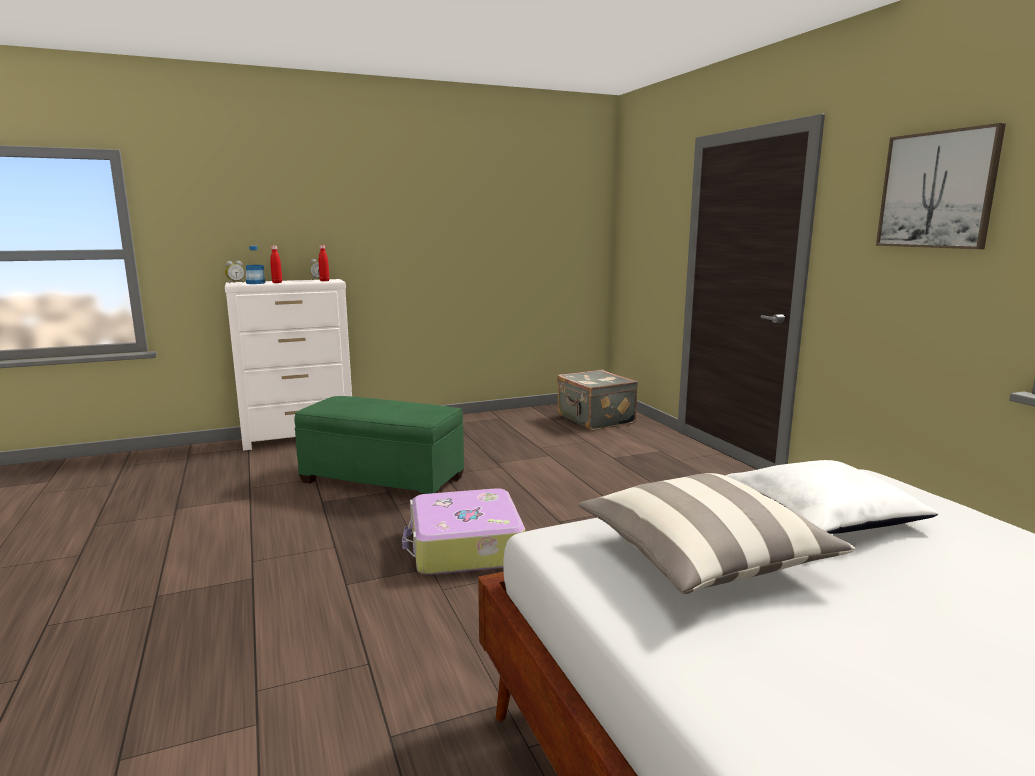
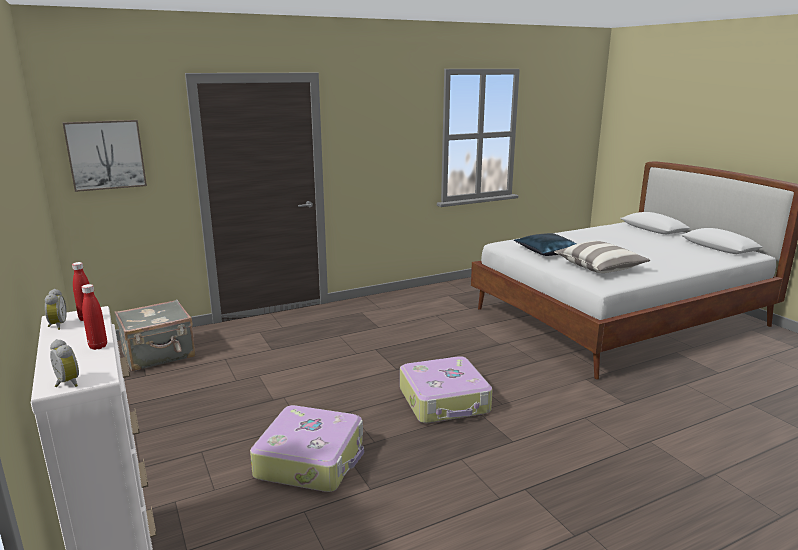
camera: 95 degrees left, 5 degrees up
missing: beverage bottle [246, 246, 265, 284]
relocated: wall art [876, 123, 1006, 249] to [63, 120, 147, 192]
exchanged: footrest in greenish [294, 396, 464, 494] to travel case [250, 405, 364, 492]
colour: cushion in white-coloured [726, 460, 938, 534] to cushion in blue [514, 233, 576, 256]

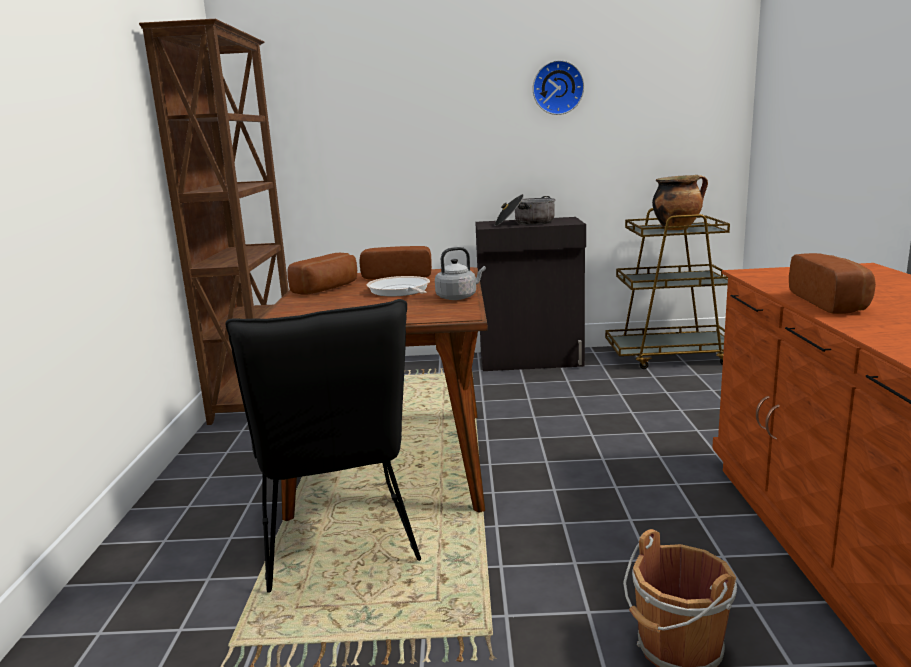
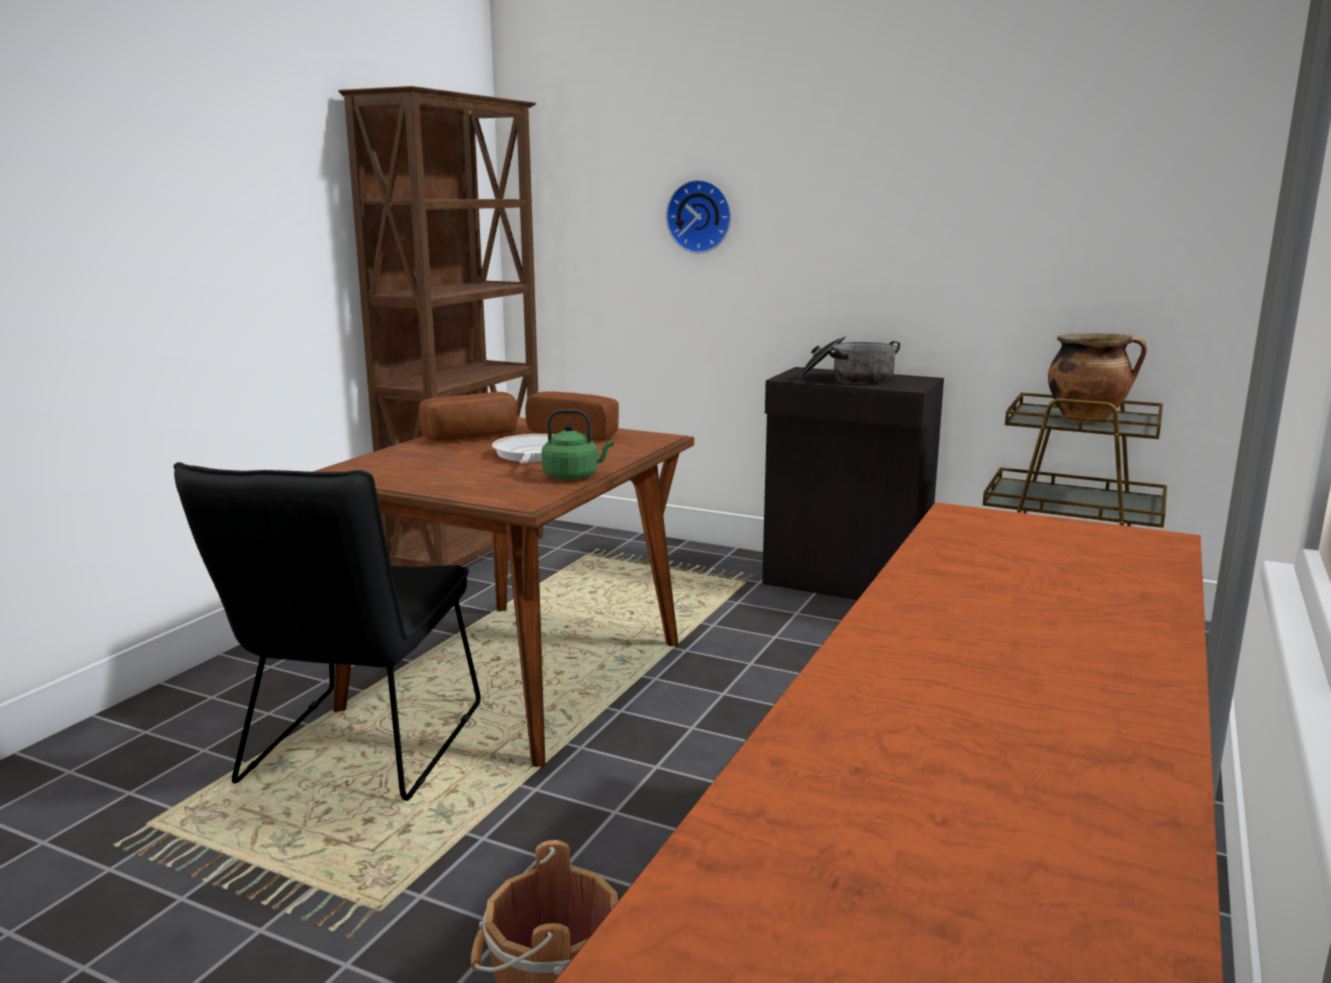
camera: 25 degrees right, 0 degrees up
missing: bakery bread [789, 253, 876, 314]
relocated: hanging clock [533, 60, 584, 115] to [666, 179, 731, 253]
colour: water kettle in gray [435, 247, 486, 300] to water kettle in greenish [542, 409, 614, 480]

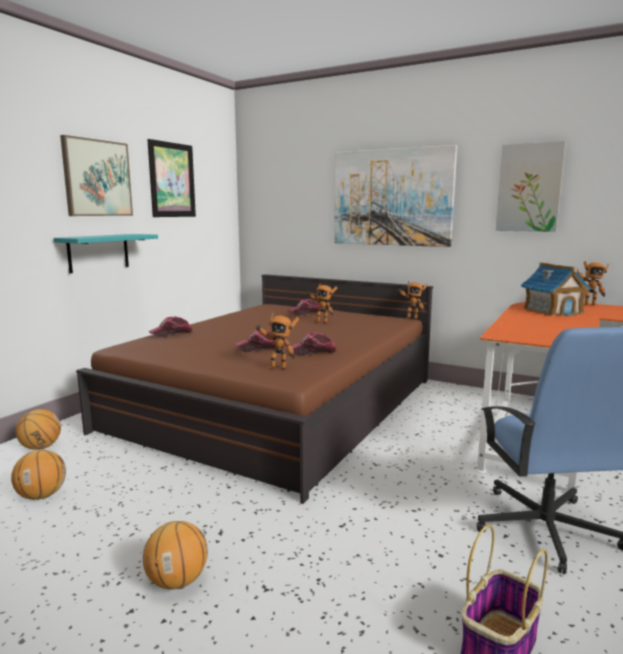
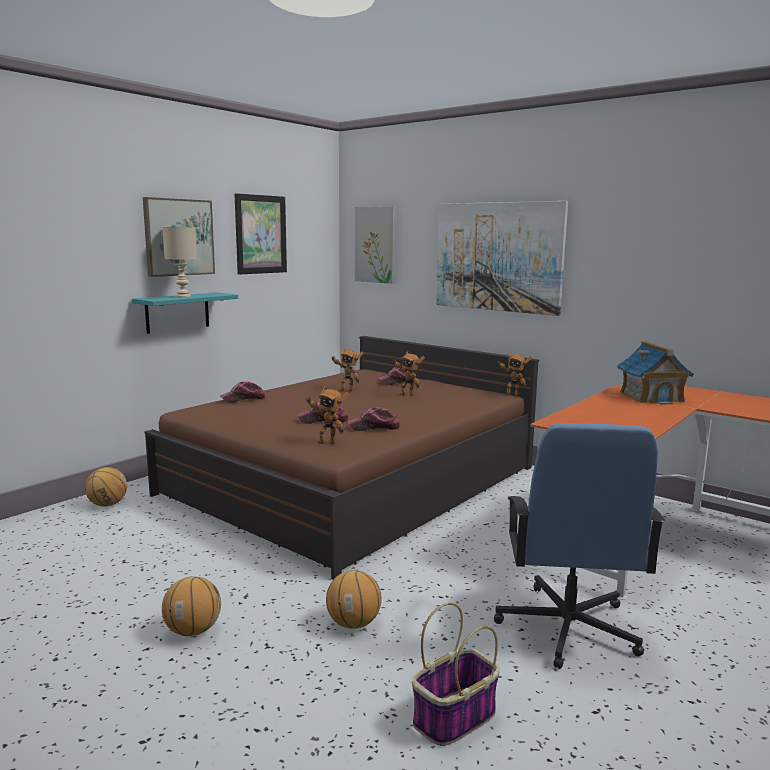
camera: 10 degrees right, 0 degrees up
appeared: lamp for a table in sand-coloured [163, 227, 197, 298]
relocated: basketball ball [11, 450, 66, 500] to [326, 570, 382, 629]; toy robot [577, 261, 609, 306] to [331, 348, 364, 391]; wall art [496, 141, 566, 232] to [355, 206, 396, 284]

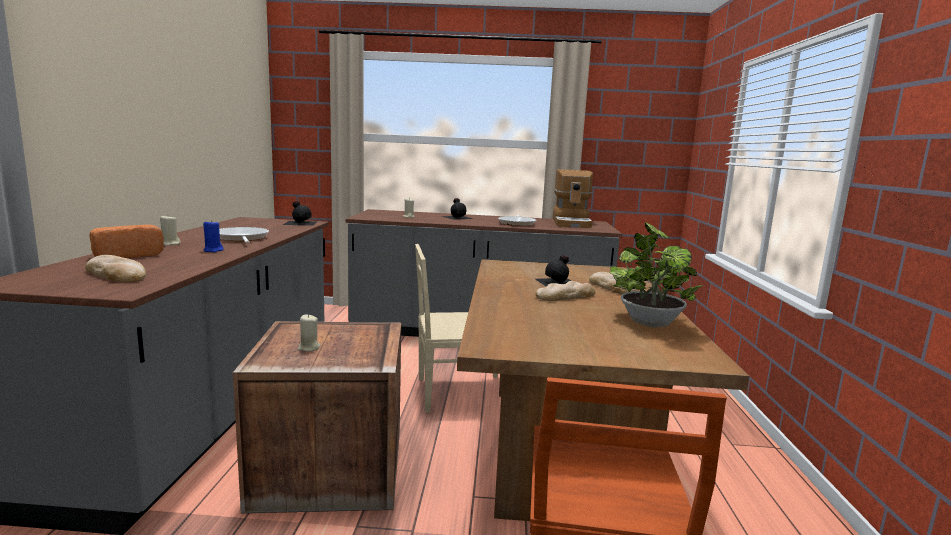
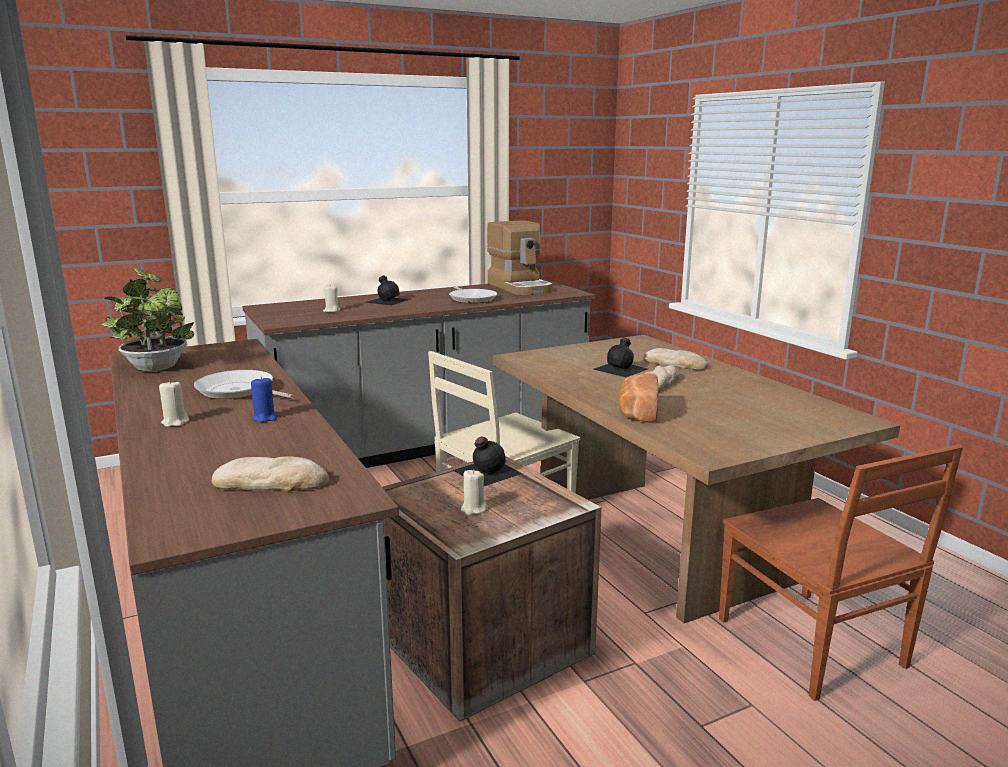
camera: 30 degrees left, 5 degrees up
relocated: houseplant [609, 222, 703, 327] to [101, 267, 194, 372]; beverage bottle in blackish [283, 201, 317, 226] to [453, 437, 522, 486]; bakery bread [89, 225, 164, 258] to [618, 373, 659, 423]

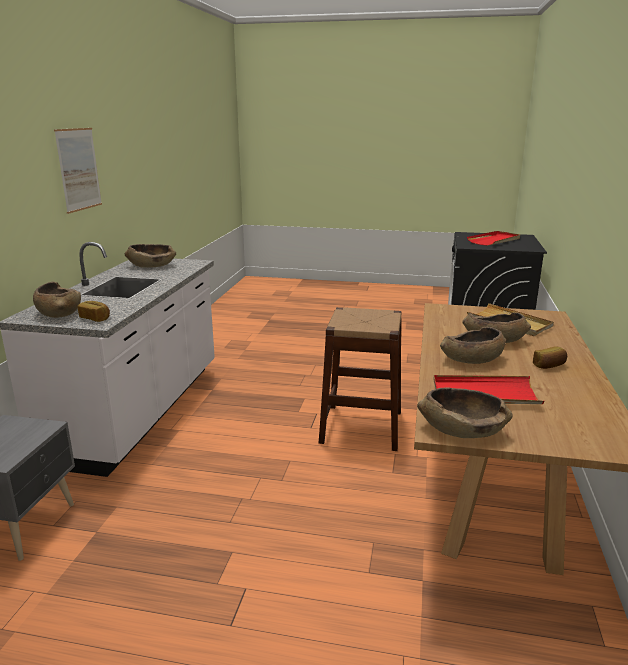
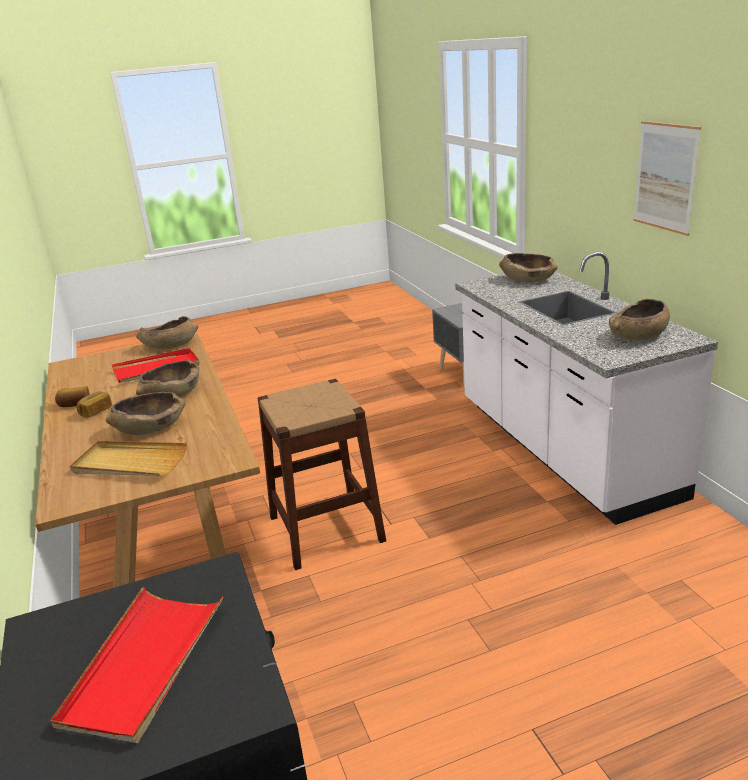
camera: 150 degrees right, 5 degrees up
relocated: bakery bread [77, 301, 110, 322] to [55, 386, 90, 407]

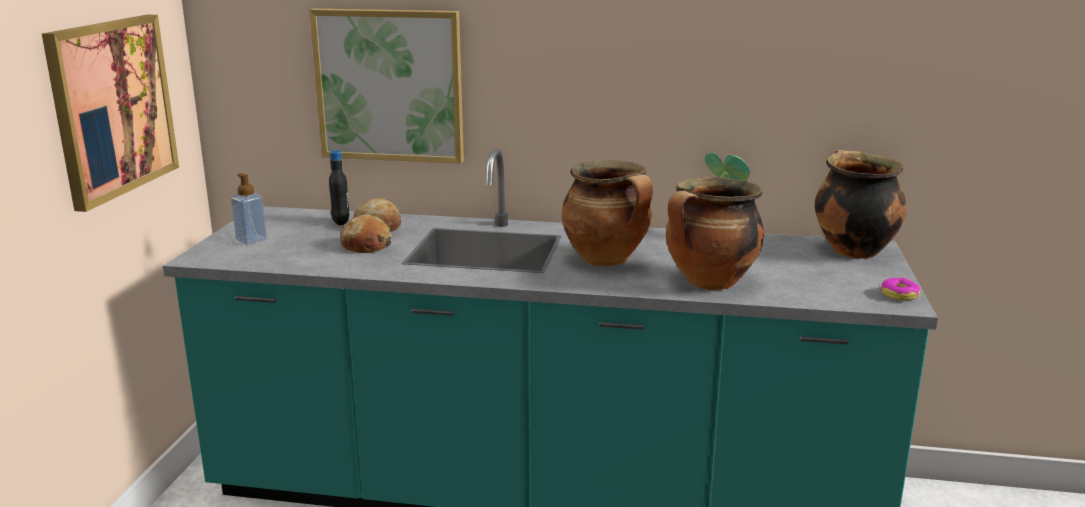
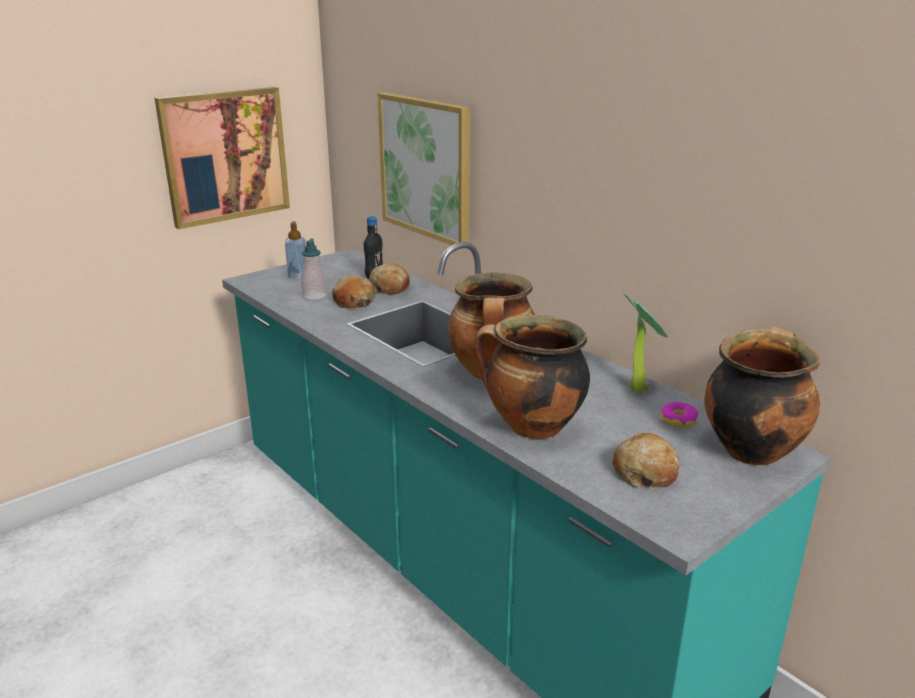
camera: 40 degrees right, 5 degrees up
appeared: liquid soap bottle [301, 238, 327, 300]; bakery bread [613, 433, 679, 487]
relocated: ring doughnut [881, 278, 921, 301] to [660, 402, 698, 428]

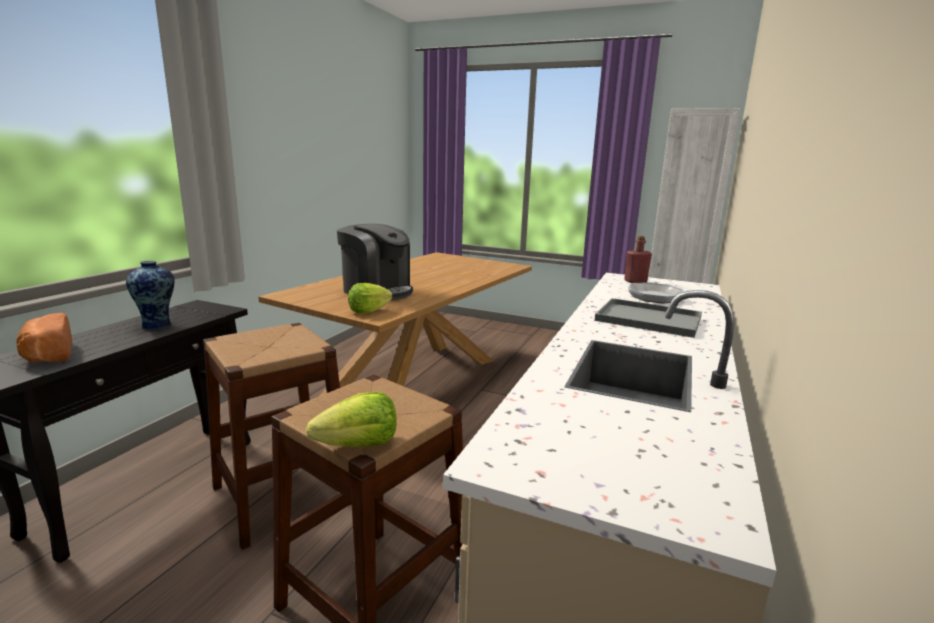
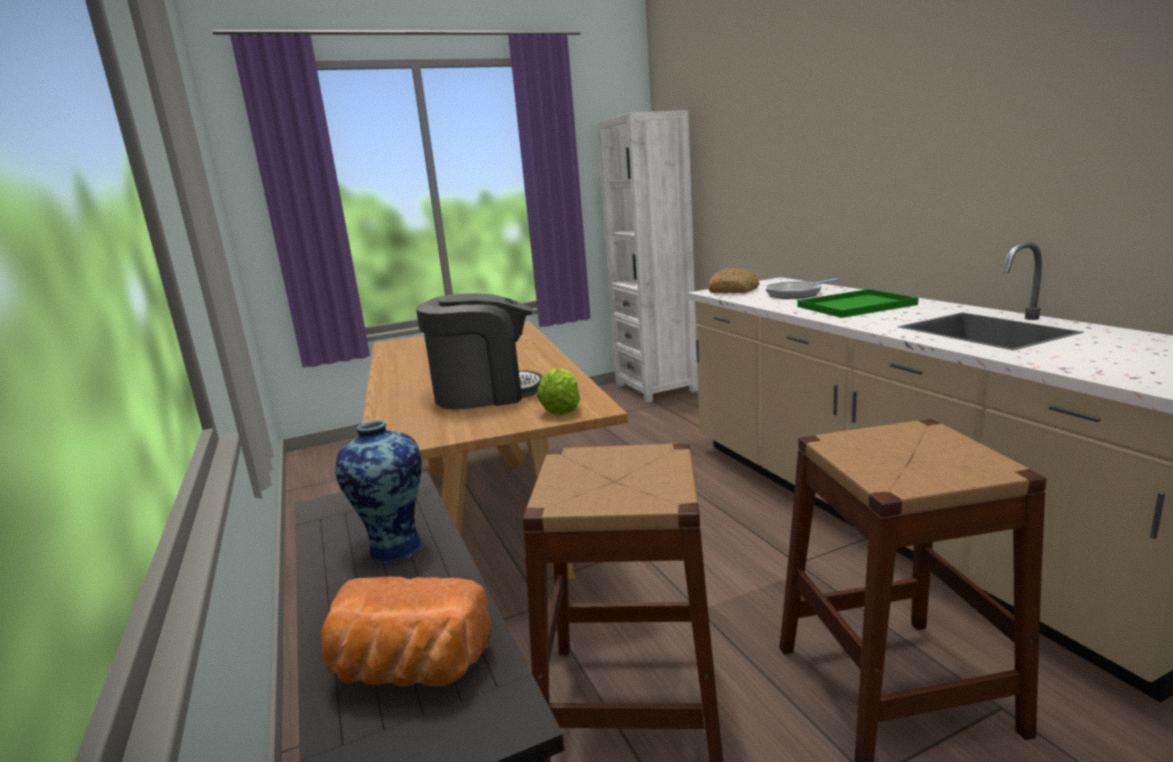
camera: 45 degrees left, 0 degrees up
missing: lettuce [306, 392, 397, 447]
exchanged: beverage bottle in reddish [624, 236, 652, 283] to bakery bread [708, 268, 760, 293]
colour: serving tray in gray [595, 298, 702, 338] to serving tray in greenish [797, 289, 918, 318]

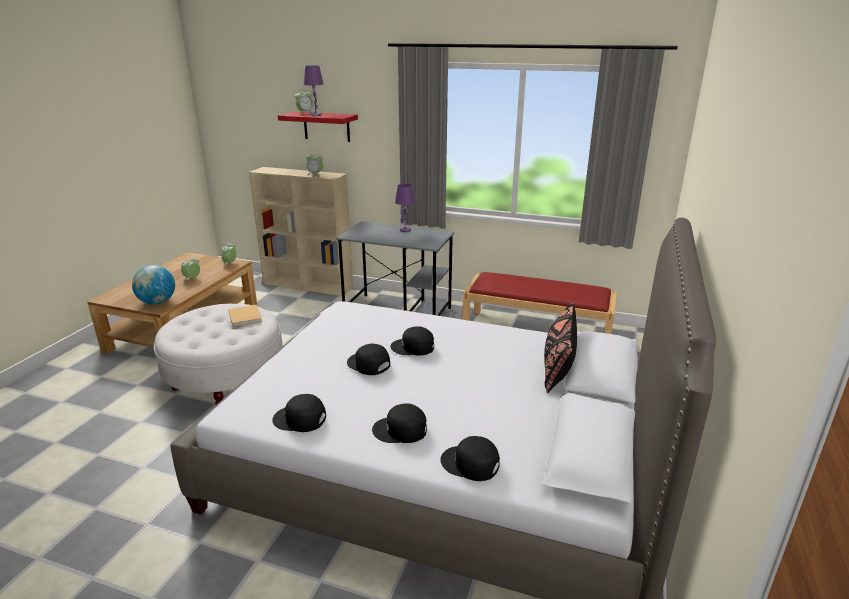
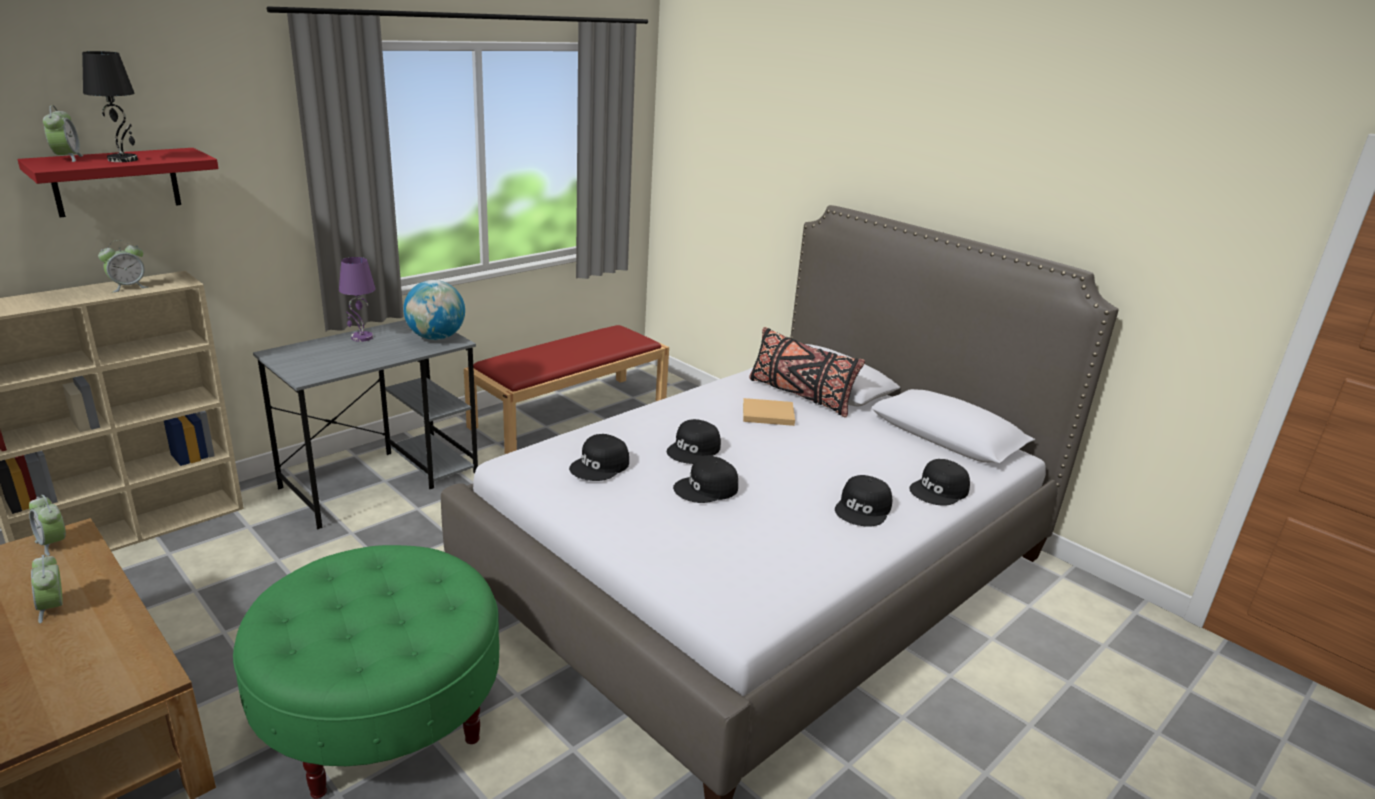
camera: 65 degrees left, 0 degrees up
relocated: globe [132, 265, 175, 305] to [403, 280, 465, 340]; peaked cap in blackish [272, 394, 326, 432] to [569, 434, 629, 481]; bound book in sand-coloured [228, 305, 262, 327] to [743, 398, 795, 426]
colour: lamp for a table in purplish [304, 66, 324, 116] to lamp for a table in blackish [82, 51, 138, 162]; footrest in white-coloured [154, 304, 283, 405] to footrest in greenish [233, 545, 500, 799]

